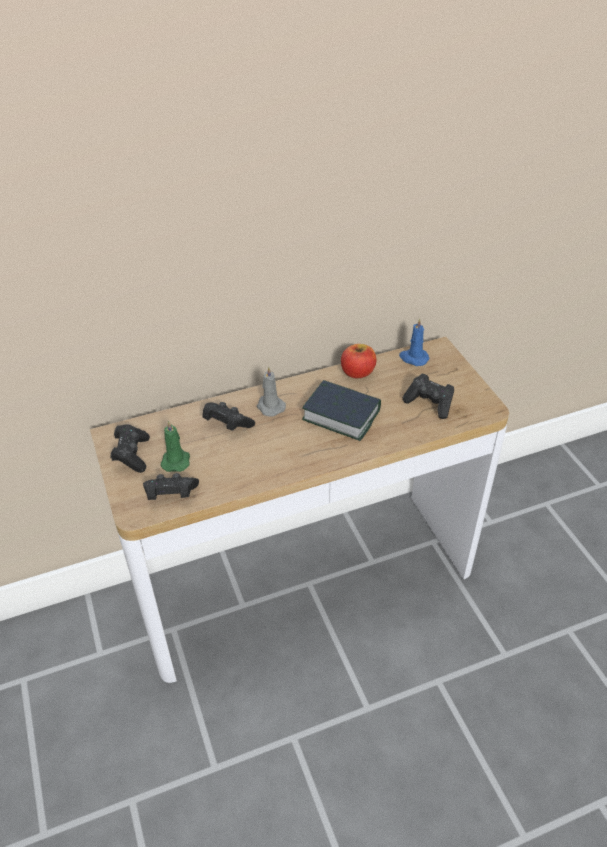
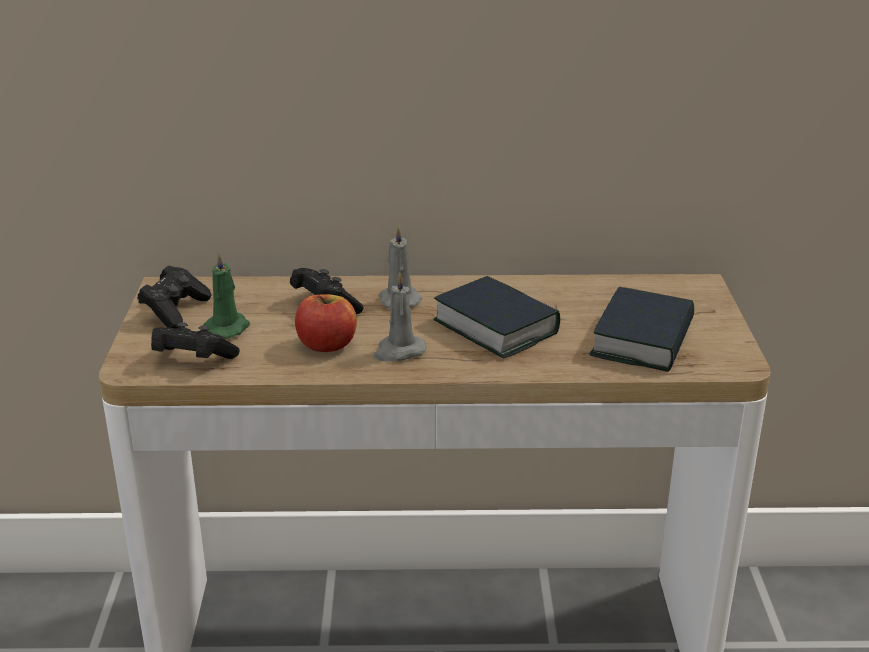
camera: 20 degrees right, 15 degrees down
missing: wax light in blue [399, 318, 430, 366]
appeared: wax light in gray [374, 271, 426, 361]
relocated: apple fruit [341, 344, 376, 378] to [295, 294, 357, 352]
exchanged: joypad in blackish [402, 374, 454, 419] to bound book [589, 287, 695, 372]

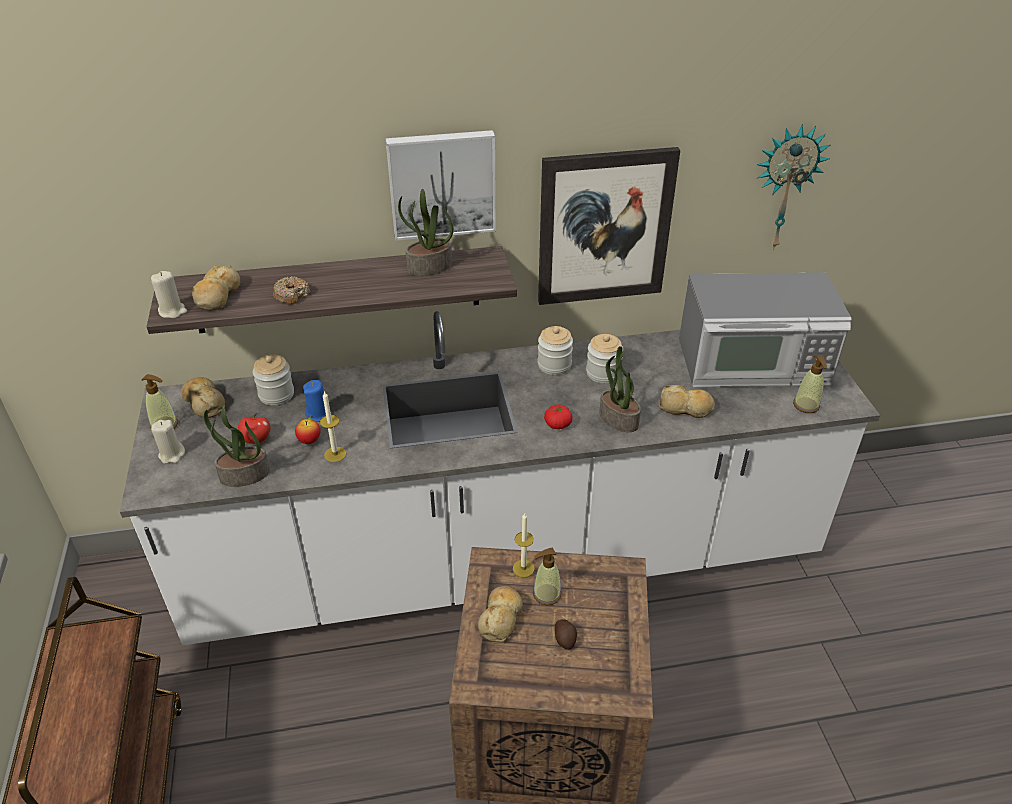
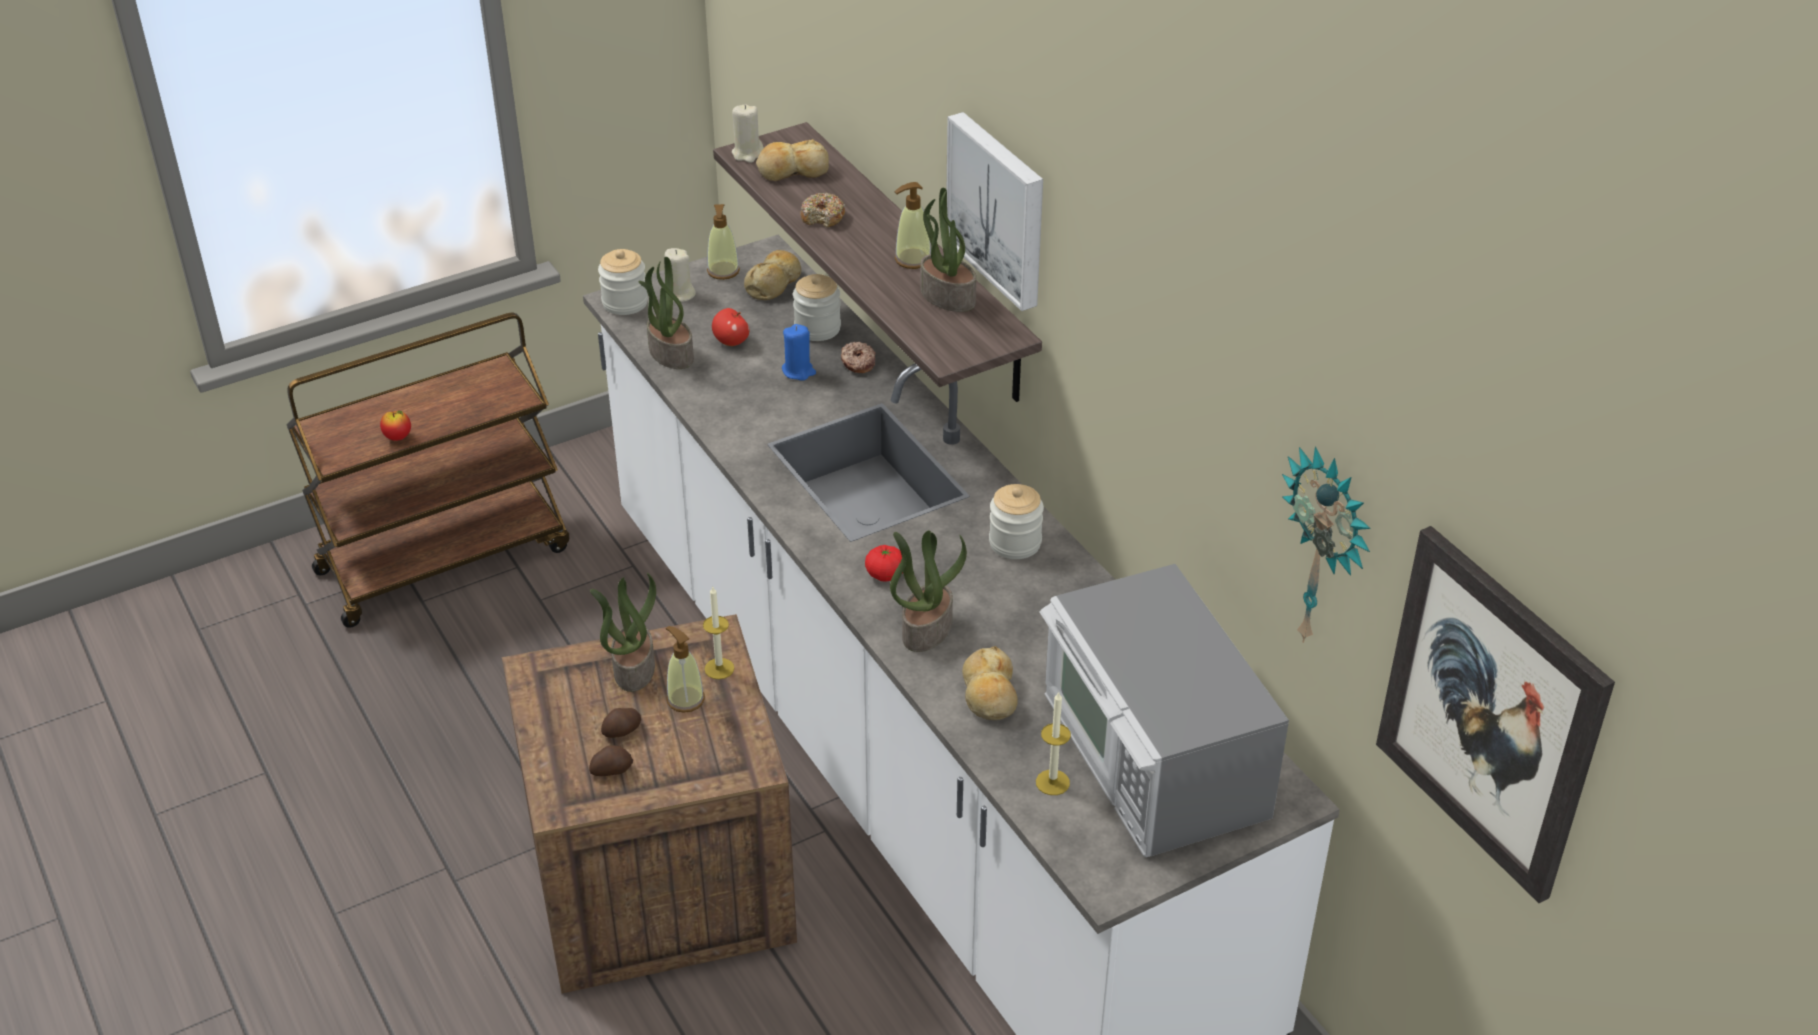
camera: 70 degrees right, 0 degrees up
appeared: whole potato [589, 745, 633, 776]; ring doughnut [841, 342, 876, 373]
relocated: apple fruit [295, 416, 321, 444] to [380, 411, 411, 441]; preserve jar [586, 334, 623, 383] to [598, 249, 648, 315]; liquid soap bottle [793, 355, 827, 413] to [894, 182, 931, 269]; wax light [320, 391, 346, 462] to [1036, 691, 1071, 795]; wall art [538, 147, 680, 305] to [1376, 526, 1615, 903]
exchanged: bakery bread [478, 586, 523, 642] to houseplant [590, 573, 656, 692]

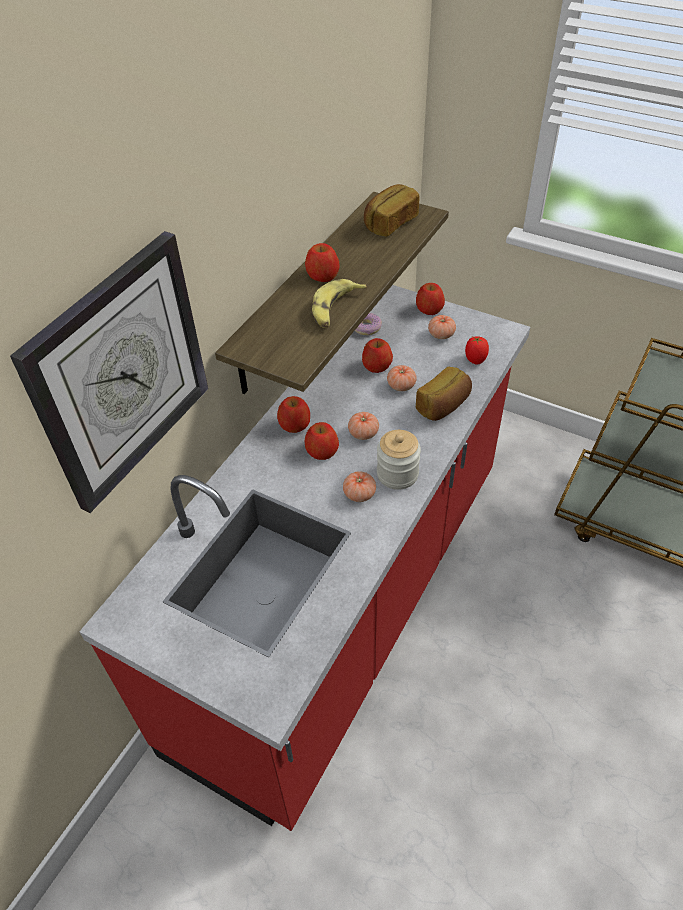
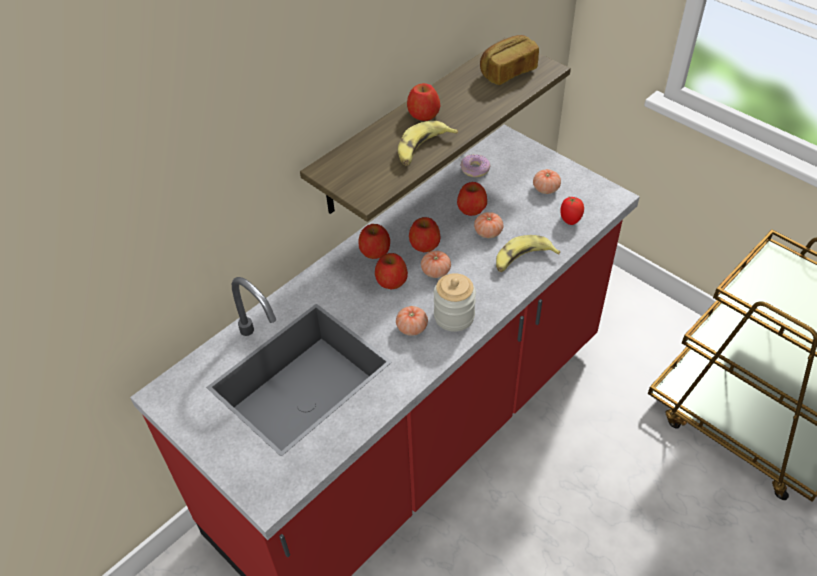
camera: 15 degrees right, 0 degrees up
missing: hanging clock [10, 231, 208, 513]
relocated: apple fruit [416, 283, 445, 315] to [409, 217, 440, 252]
exchanged: bakery bread [416, 367, 472, 421] to banana [496, 235, 560, 272]

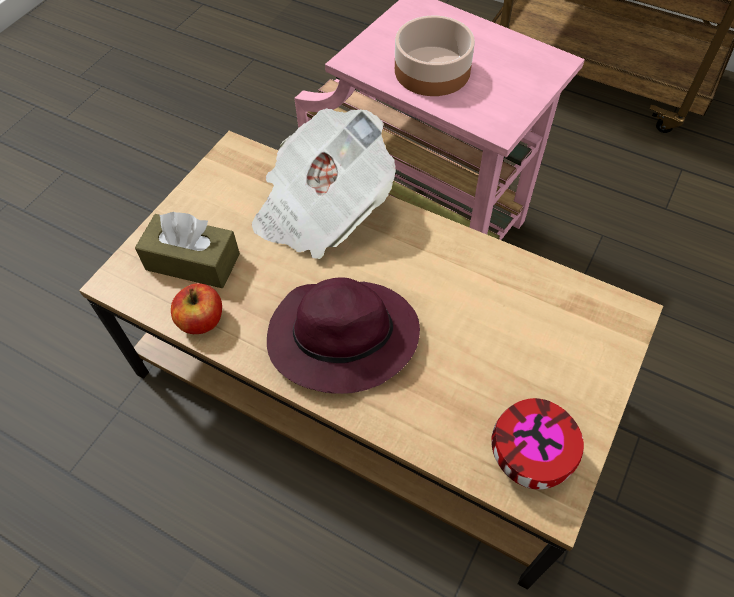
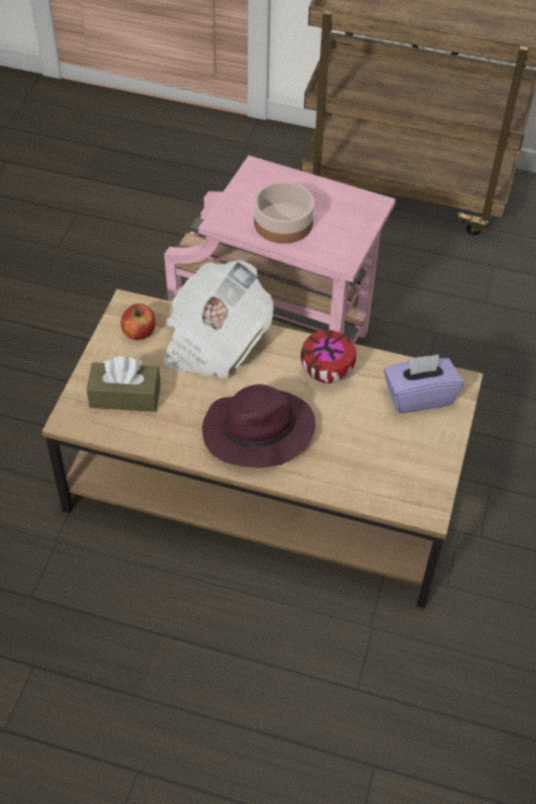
camera: 15 degrees left, 5 degrees down
appeared: box of tissues in purplish [384, 354, 464, 413]
relocated: apple fruit [171, 283, 222, 334] to [121, 304, 155, 340]; bowl [491, 398, 584, 490] to [301, 330, 357, 383]

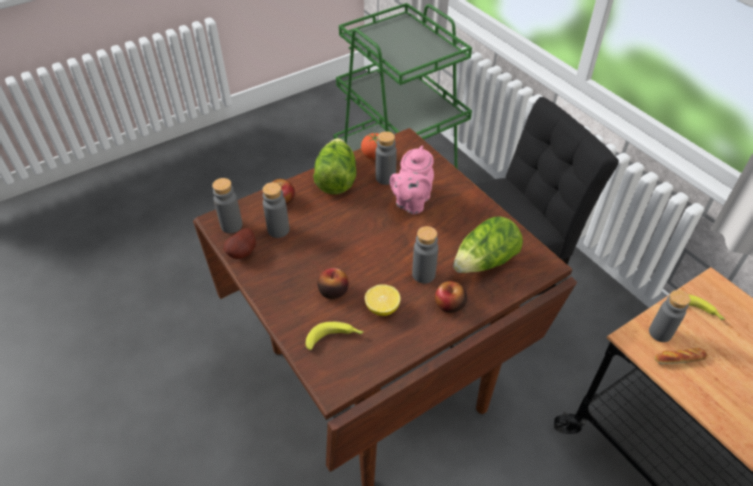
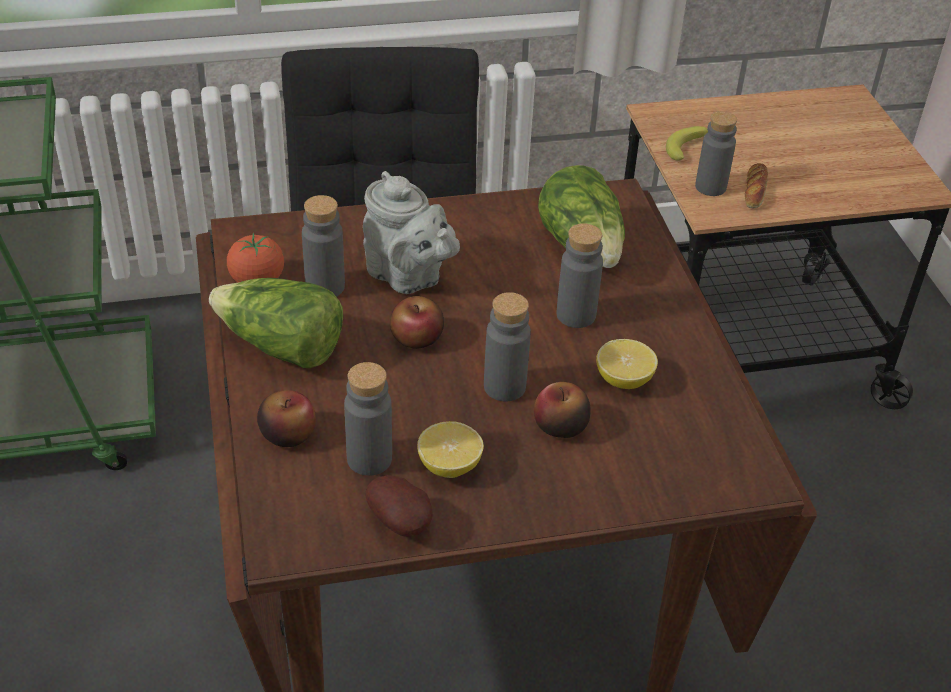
camera: 70 degrees left, 5 degrees down
missing: banana [306, 322, 364, 350]
appeared: citrus fruit [417, 421, 484, 478]
relocated: apple fruit [435, 281, 467, 313] to [390, 296, 444, 349]; beverage bottle in gray [212, 178, 242, 233] to [484, 292, 531, 401]
colour: tea pot in pink-coloured [390, 146, 434, 214] to tea pot in gray [363, 171, 460, 294]

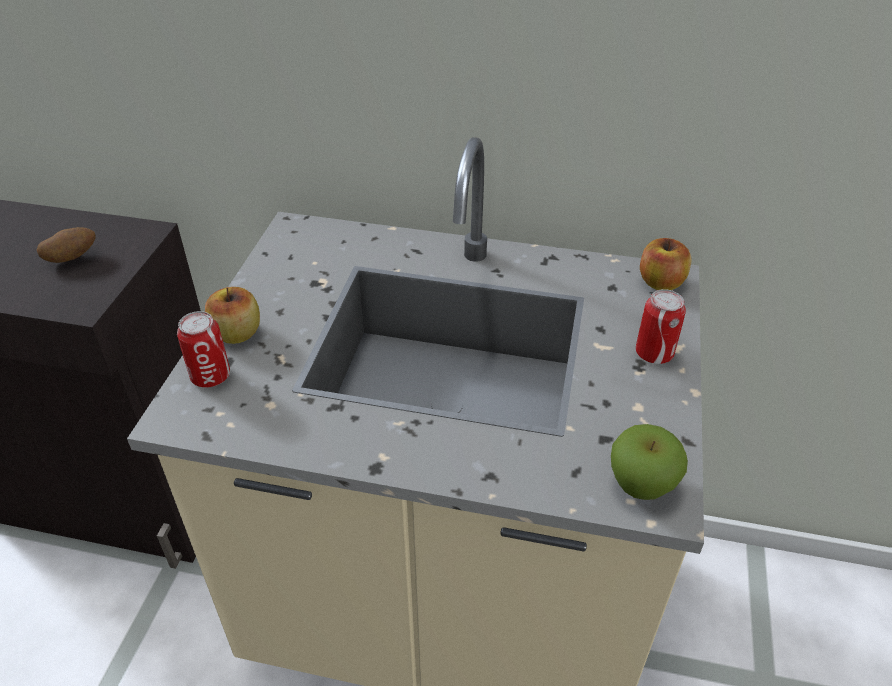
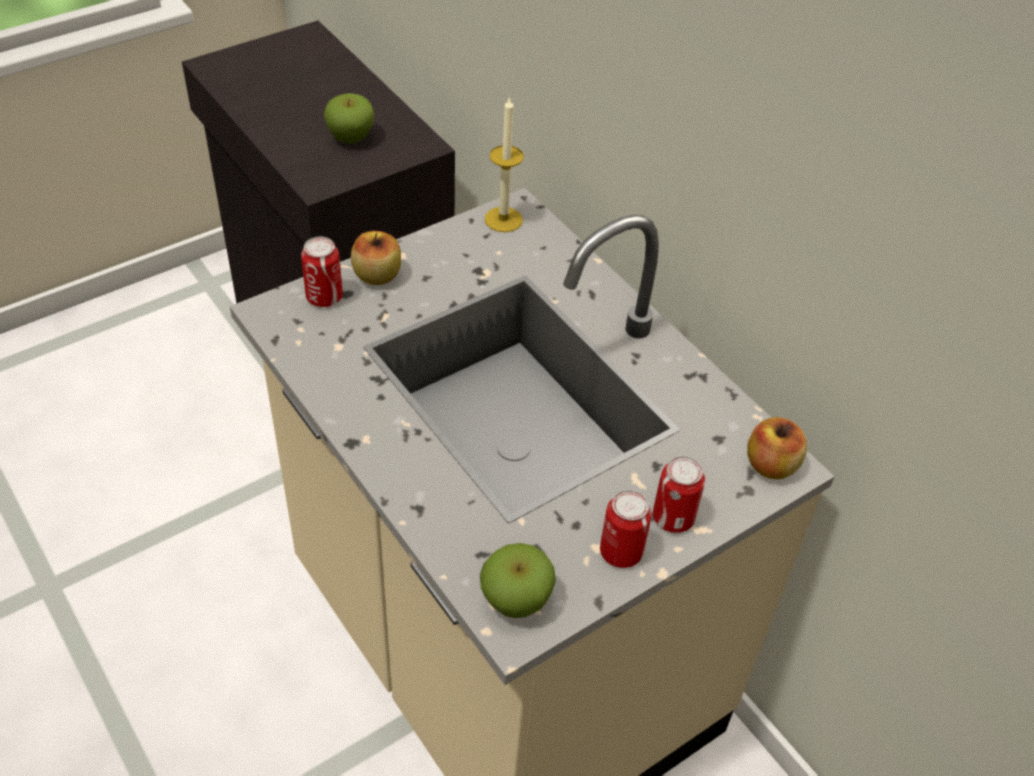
camera: 40 degrees right, 5 degrees up
appeared: wax light [484, 96, 524, 232]; can [600, 490, 652, 568]
exchanged: whole potato [37, 227, 96, 263] to apple fruit [324, 93, 374, 144]

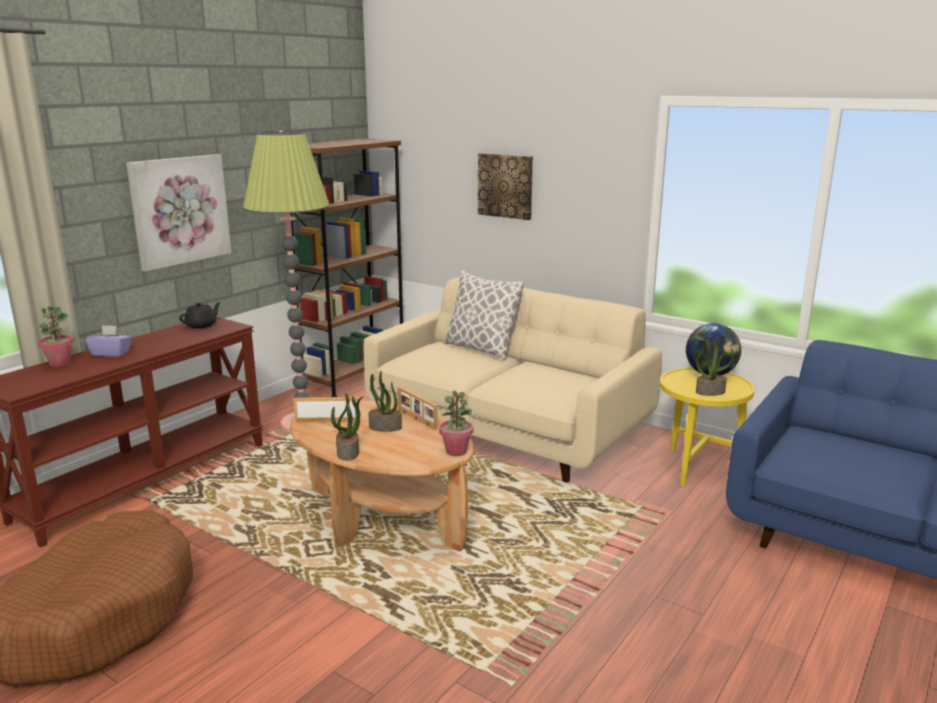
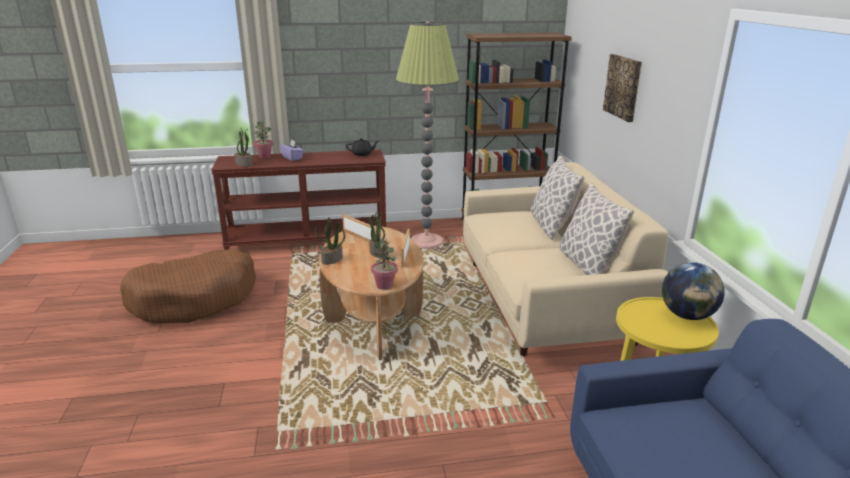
camera: 45 degrees right, 5 degrees up
missing: wall art [126, 154, 231, 271]
appeared: cushion [560, 183, 634, 275]
relocated: houseplant [696, 339, 734, 396] to [235, 129, 253, 167]

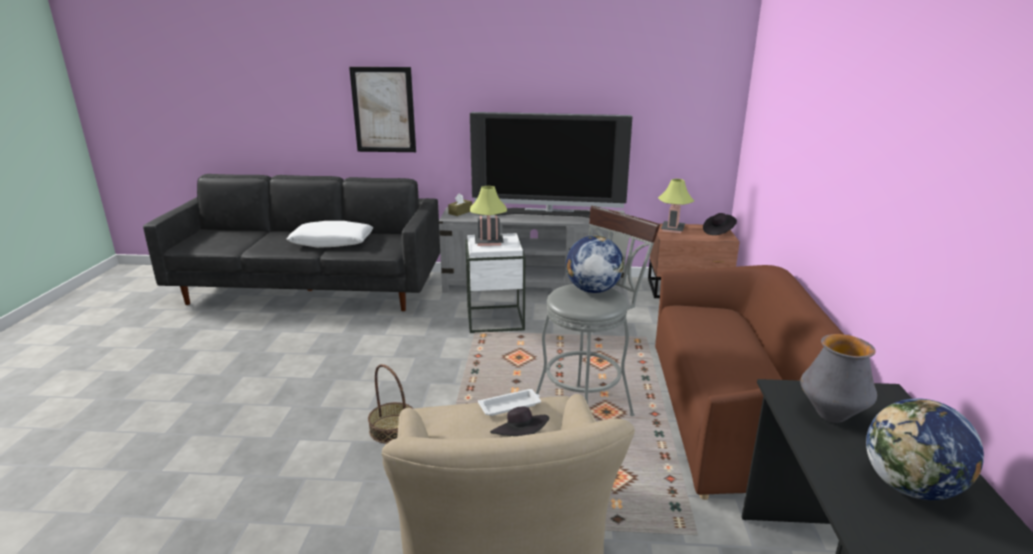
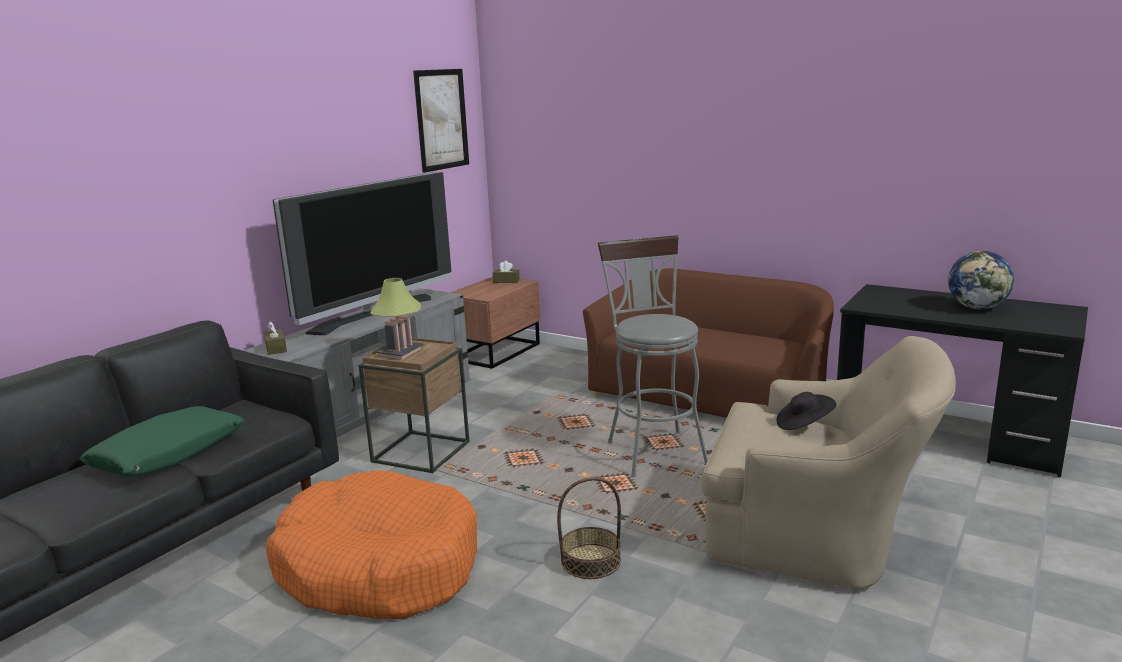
camera: 60 degrees left, 5 degrees down
missing: serving tray in white-coloured [478, 389, 541, 416]; globe [566, 235, 624, 293]; lamp for a table [658, 179, 694, 233]; vase [800, 334, 877, 423]
appeared: dog bed in orangey [266, 470, 477, 619]
relocated: wall art [349, 67, 416, 152] to [413, 69, 469, 173]
exchanged: clothing hat in blackish [703, 213, 737, 235] to box of tissues in brown [493, 261, 520, 283]
colour: cushion in white-coloured [287, 221, 373, 248] to cushion in greenish [79, 406, 245, 477]; end table in white-coloured [465, 233, 525, 333] to end table in brown [359, 337, 470, 473]

